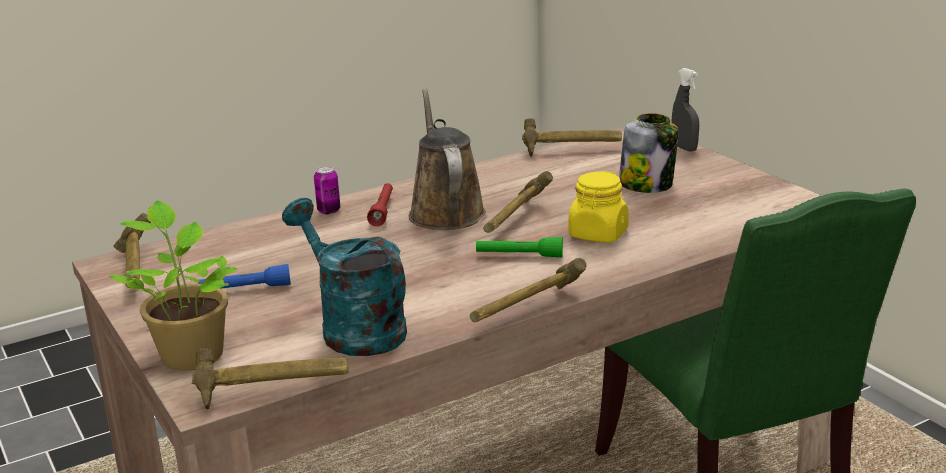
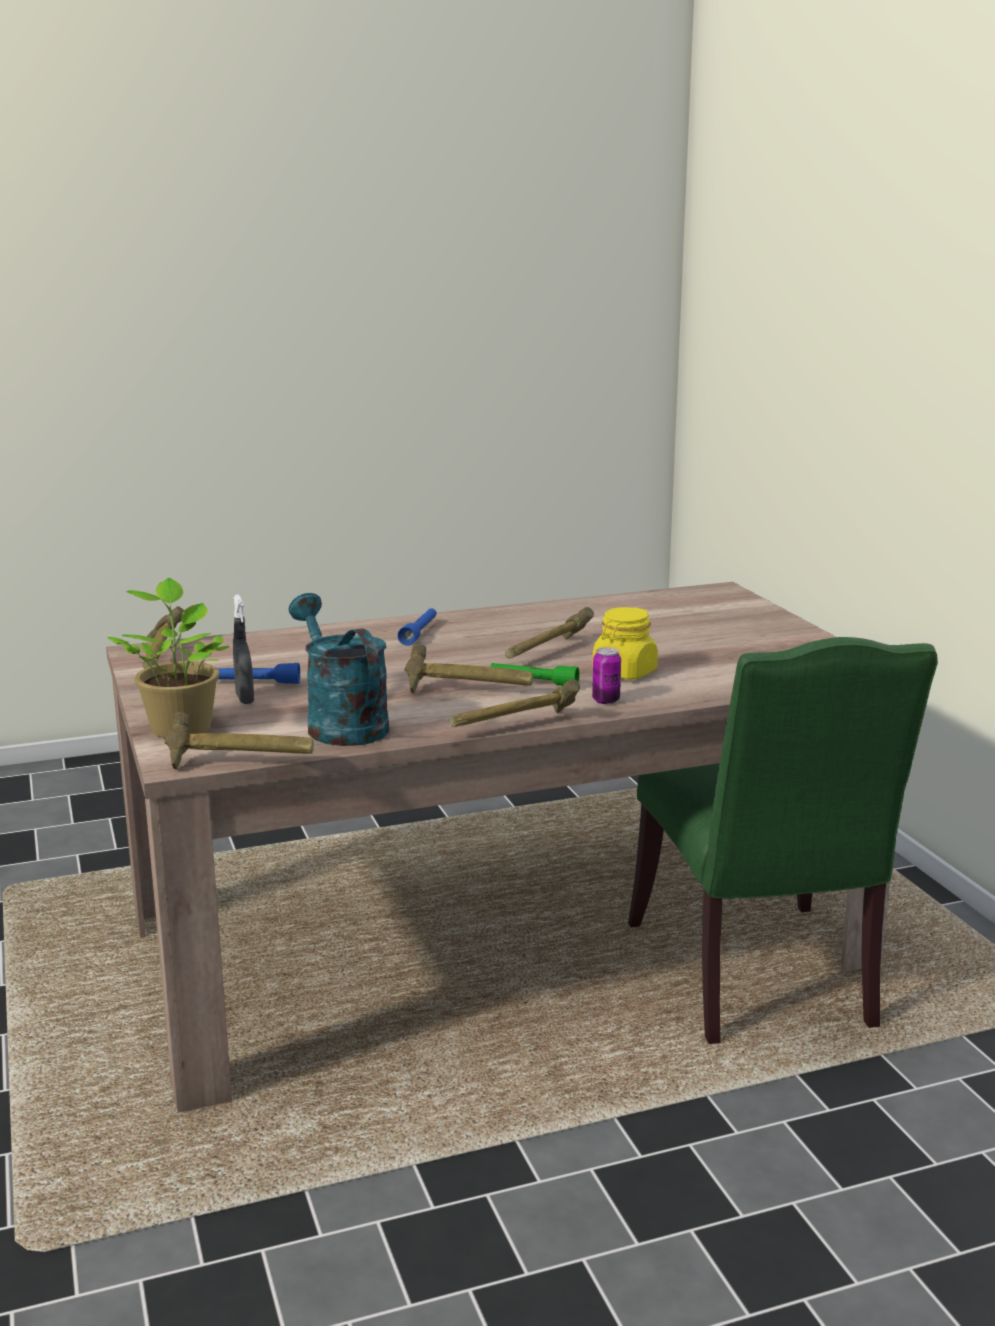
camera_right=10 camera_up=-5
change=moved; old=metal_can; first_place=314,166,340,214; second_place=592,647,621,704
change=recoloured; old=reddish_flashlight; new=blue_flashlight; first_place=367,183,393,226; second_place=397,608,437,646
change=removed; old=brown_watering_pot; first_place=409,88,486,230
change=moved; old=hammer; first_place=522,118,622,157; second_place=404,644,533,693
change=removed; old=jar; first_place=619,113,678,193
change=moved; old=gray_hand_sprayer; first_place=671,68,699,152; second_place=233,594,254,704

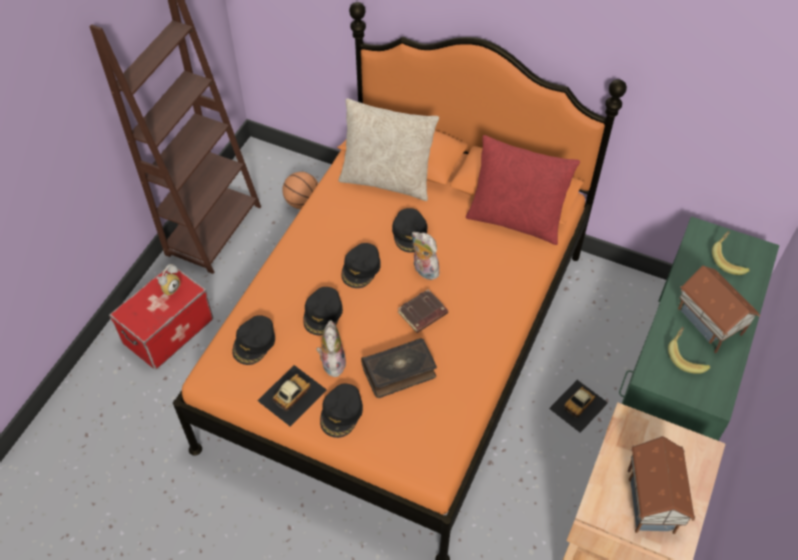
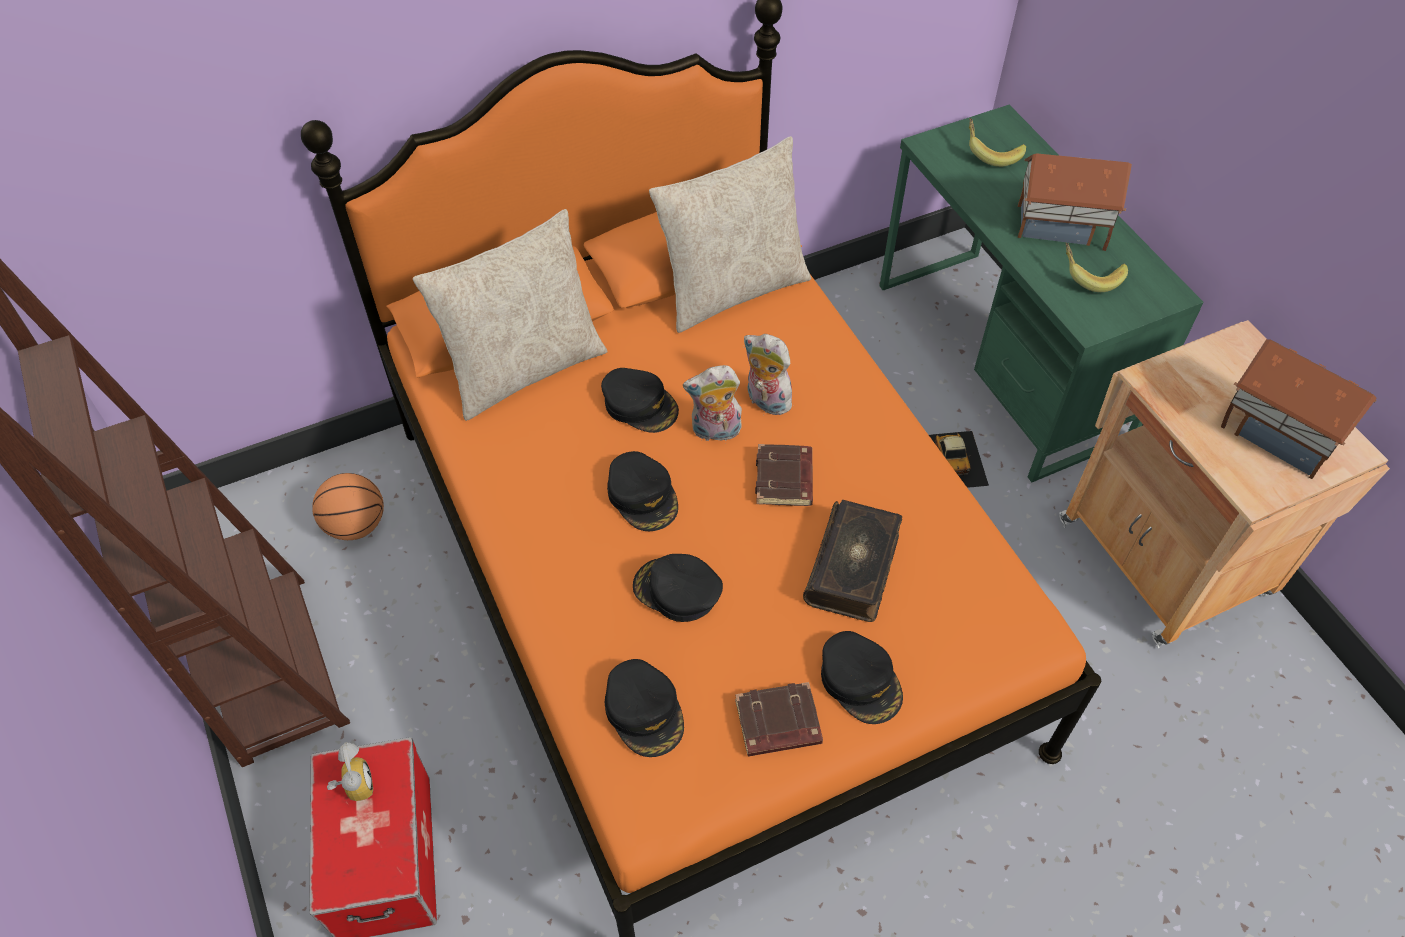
camera_right=-50 camera_up=0
change=replaced; old=model_car; new=brown_volume; first_place=257,365,327,426; second_place=735,682,823,756
change=turned; old=blackish_baseball_cap; first_place=303,287,343,335; second_place=633,554,723,622; degrees=150
change=moved; old=cuddly_toy; first_place=316,320,346,377; second_place=744,334,792,415
change=recoloured; old=reddish_throw_pillow; new=beige-coloured_throw_pillow; first_place=466,135,580,245; second_place=649,136,811,333

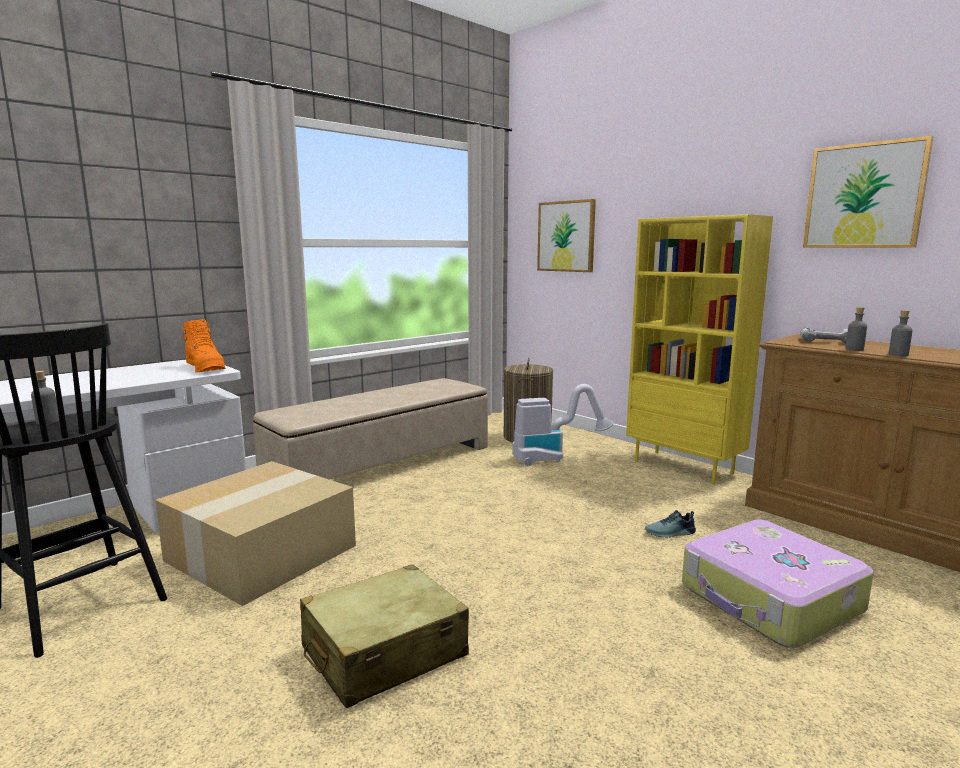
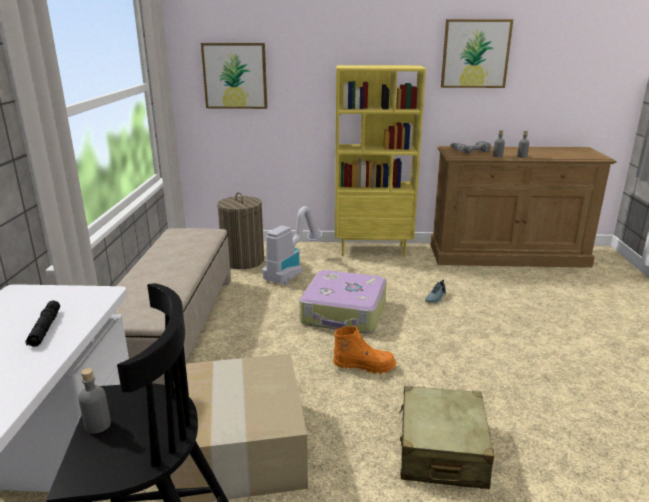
camera_right=-45 camera_up=10
change=moved; old=orange_high-top_boot; first_place=182,319,226,373; second_place=333,326,396,374
change=moved; old=suitcase; first_place=682,520,874,648; second_place=299,270,387,334
change=added; new=blackish_flashlight; second_place=25,300,60,347

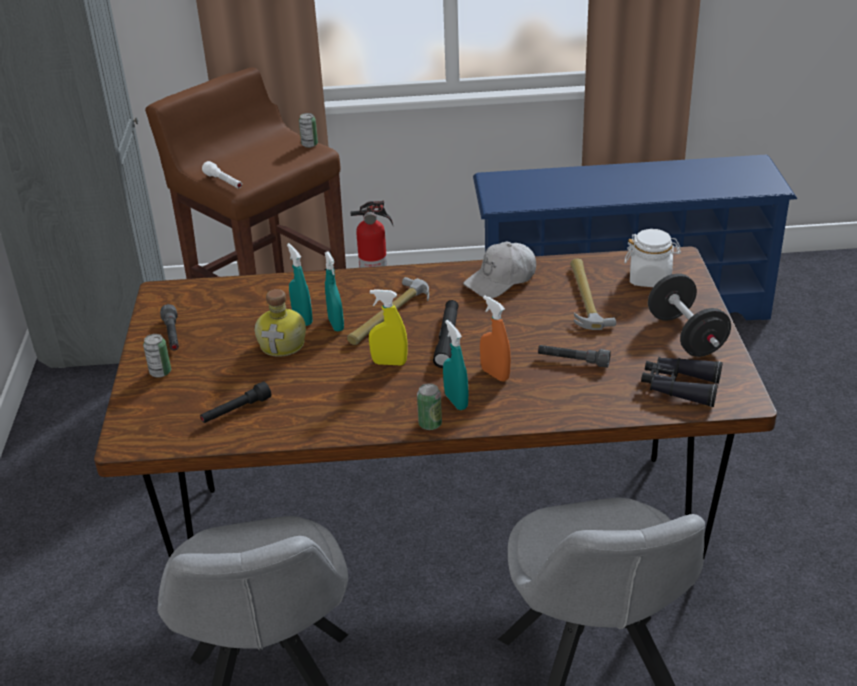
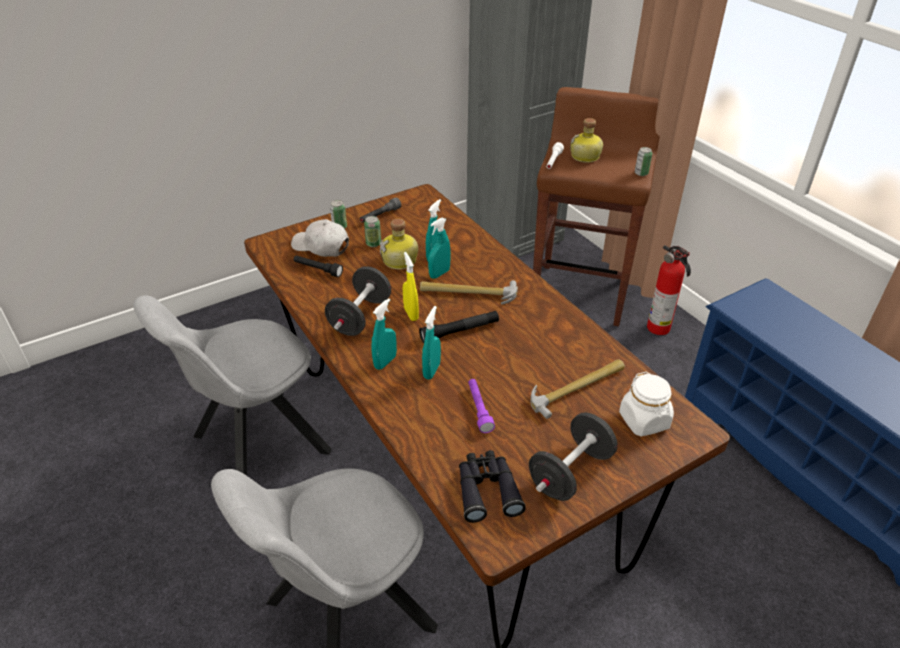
camera_right=60 camera_up=5
change=moved; old=metal_can; first_place=417,383,442,430; second_place=364,216,381,247
change=moved; old=white-coloured_baseball_cap; first_place=463,242,536,298; second_place=291,219,349,257
change=recoloured; old=orange_hand_sprayer; new=turquoise-coloured_hand_sprayer; first_place=480,296,511,382; second_place=422,306,441,380
change=recoloured; old=gray_flashlight; new=purplish_flashlight; first_place=538,345,611,368; second_place=468,379,495,433
change=added; new=blackish_hand_weight; second_place=325,266,391,336
change=added; new=beverage_bottle; second_place=570,118,603,163

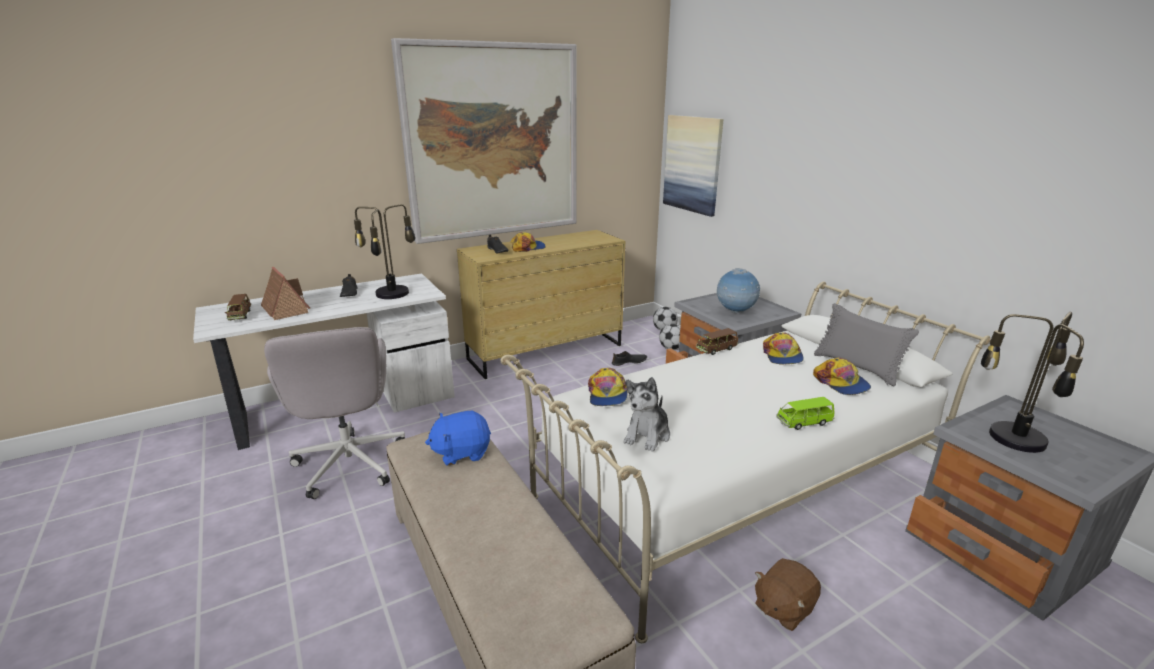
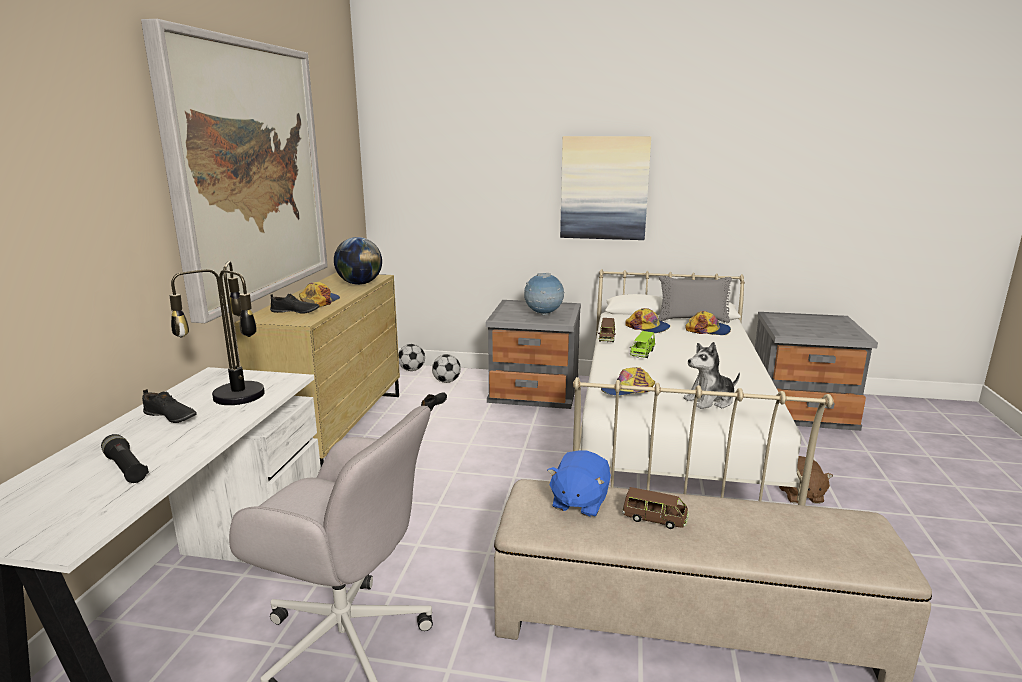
camera_right=-50 camera_up=-5
change=moved; old=brown_model_car; first_place=225,294,251,320; second_place=622,487,689,529
change=replaced; old=toy_house; new=blackish_flashlight; first_place=261,267,310,320; second_place=101,434,149,483
change=turned; old=baseball_cap; first_place=588,368,628,406; second_place=601,367,655,396; degrees=120
change=turned; old=cuddly_toy; first_place=624,377,670,452; second_place=684,342,740,409; degrees=90
change=moved; old=wall_art; first_place=663,115,723,217; second_place=560,136,651,240
change=moved; old=green-coloured_model_car; first_place=776,397,834,430; second_place=630,331,656,358
change=removed; old=lamp_for_a_table; first_place=981,312,1084,453
change=added; new=globe; second_place=334,237,382,285

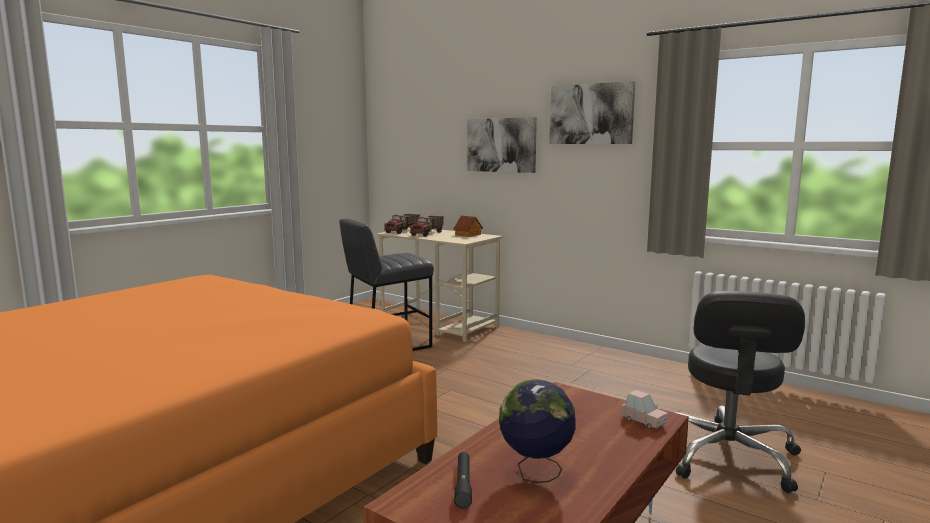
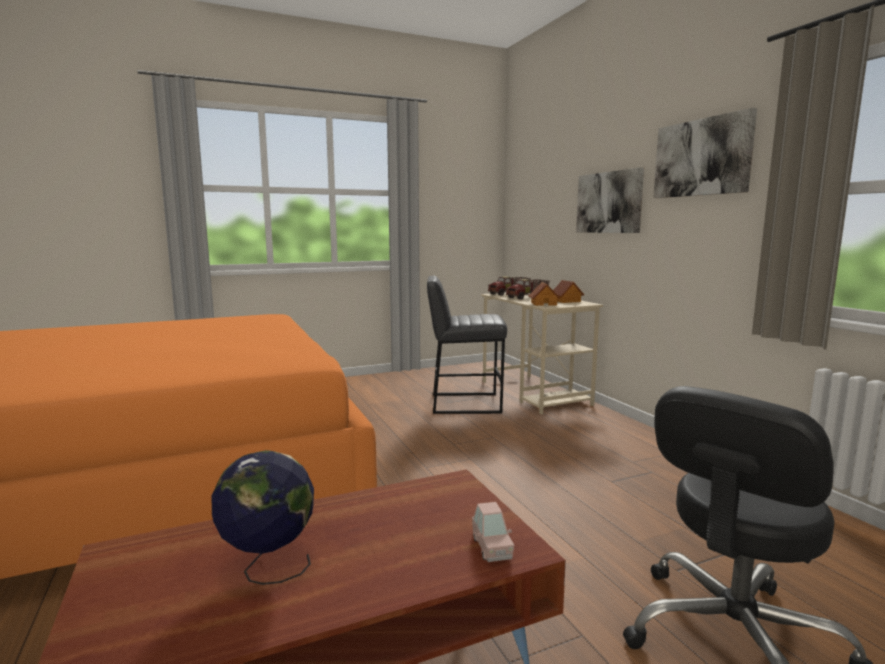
camera_right=30 camera_up=0
change=removed; old=blackish_flashlight; first_place=454,452,472,508
change=added; new=toy_house; second_place=528,282,560,306

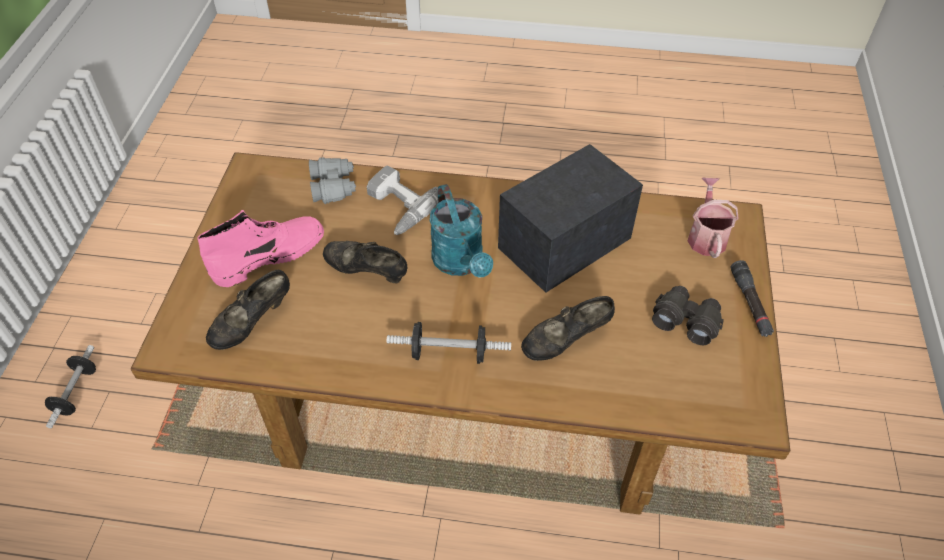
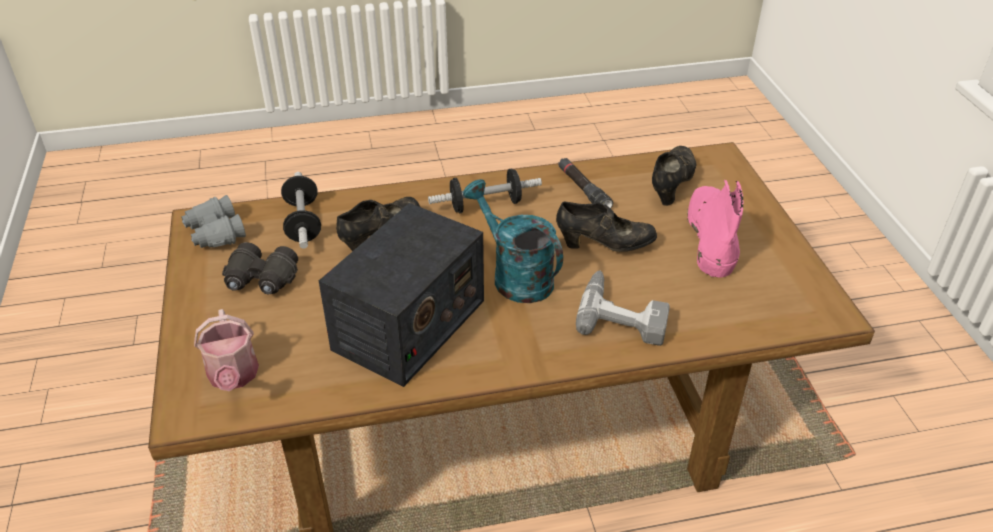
camera_right=160 camera_up=-10
change=moved; old=hand_weight; first_place=45,345,96,428; second_place=281,172,321,249
change=turned; old=pinkish_high-top_boot; first_place=197,210,324,287; second_place=687,180,743,277; degrees=150
change=moved; old=gray_binoculars; first_place=309,157,356,204; second_place=182,195,246,248
change=moved; old=blackish_flashlight; first_place=731,260,774,337; second_place=558,158,613,209

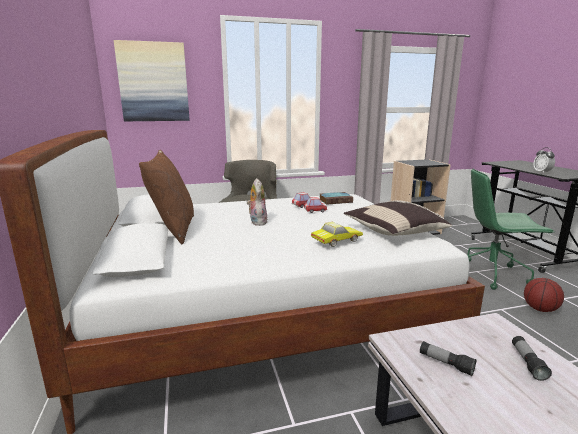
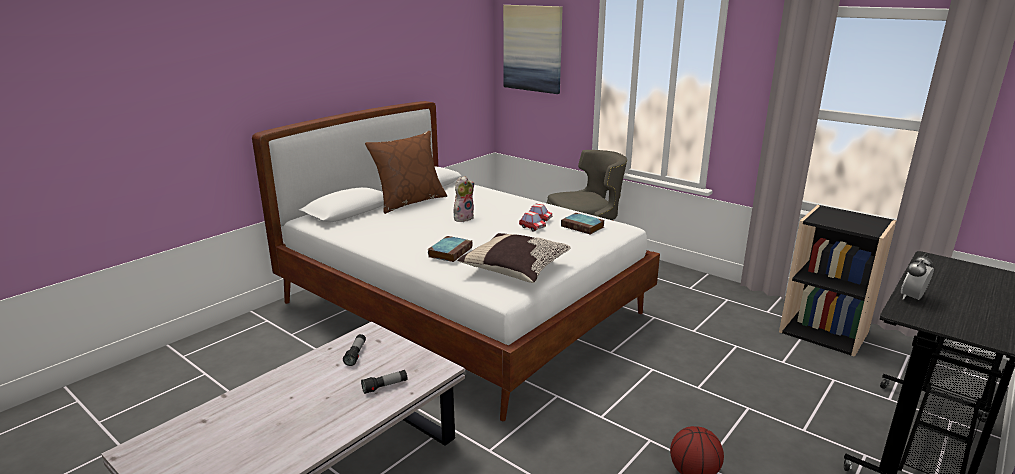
camera_right=55 camera_up=5
change=replaced; old=model_car; new=volume; first_place=311,222,363,247; second_place=428,236,472,262
change=removed; old=green-coloured_desk_chair; first_place=467,169,554,290

